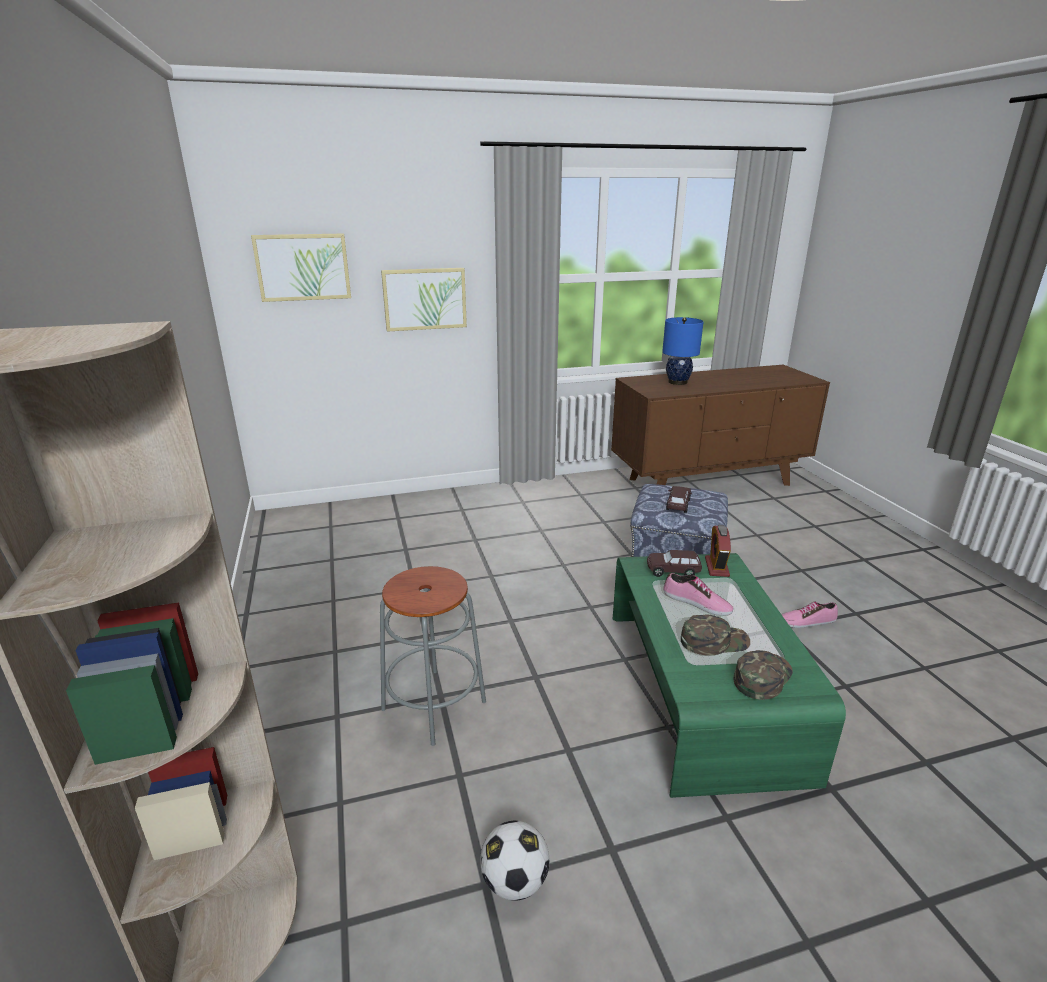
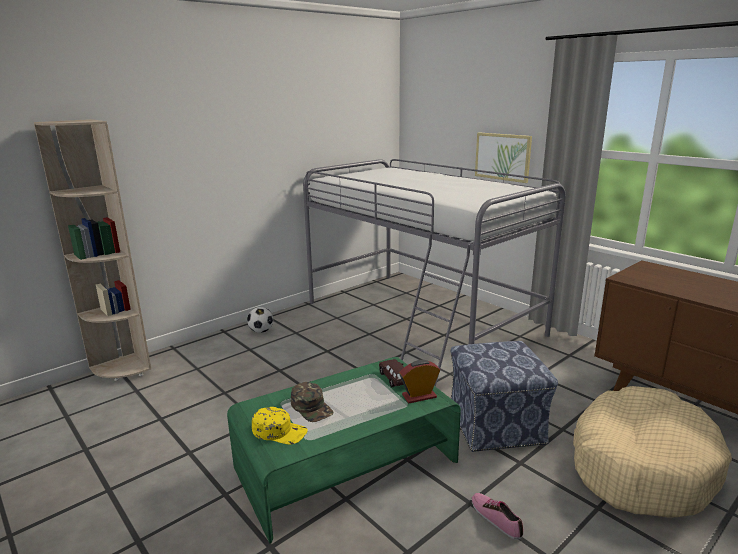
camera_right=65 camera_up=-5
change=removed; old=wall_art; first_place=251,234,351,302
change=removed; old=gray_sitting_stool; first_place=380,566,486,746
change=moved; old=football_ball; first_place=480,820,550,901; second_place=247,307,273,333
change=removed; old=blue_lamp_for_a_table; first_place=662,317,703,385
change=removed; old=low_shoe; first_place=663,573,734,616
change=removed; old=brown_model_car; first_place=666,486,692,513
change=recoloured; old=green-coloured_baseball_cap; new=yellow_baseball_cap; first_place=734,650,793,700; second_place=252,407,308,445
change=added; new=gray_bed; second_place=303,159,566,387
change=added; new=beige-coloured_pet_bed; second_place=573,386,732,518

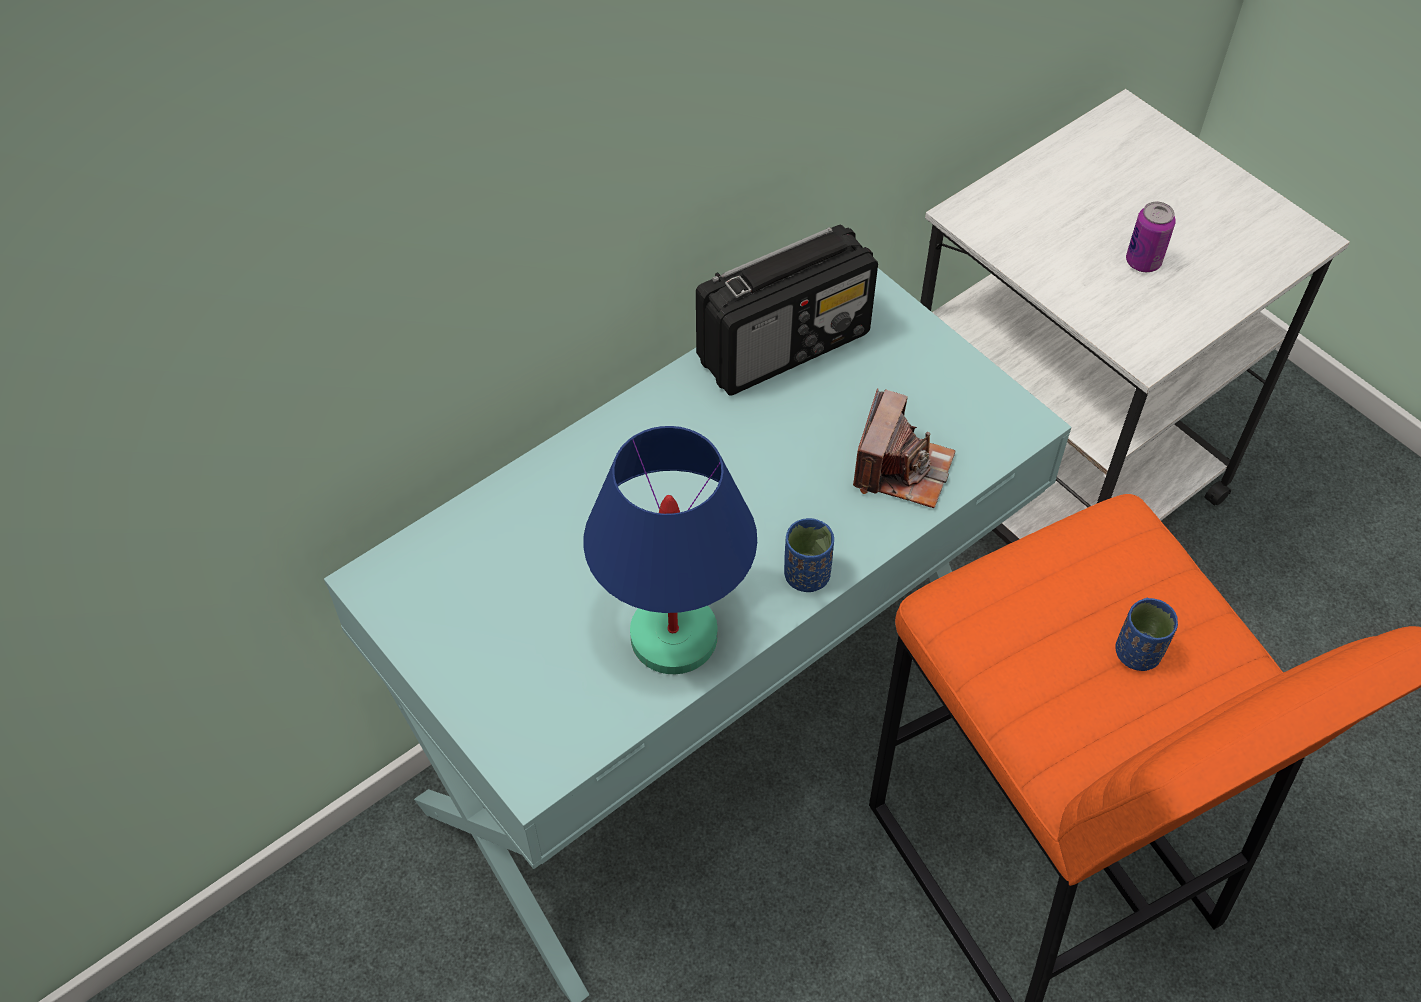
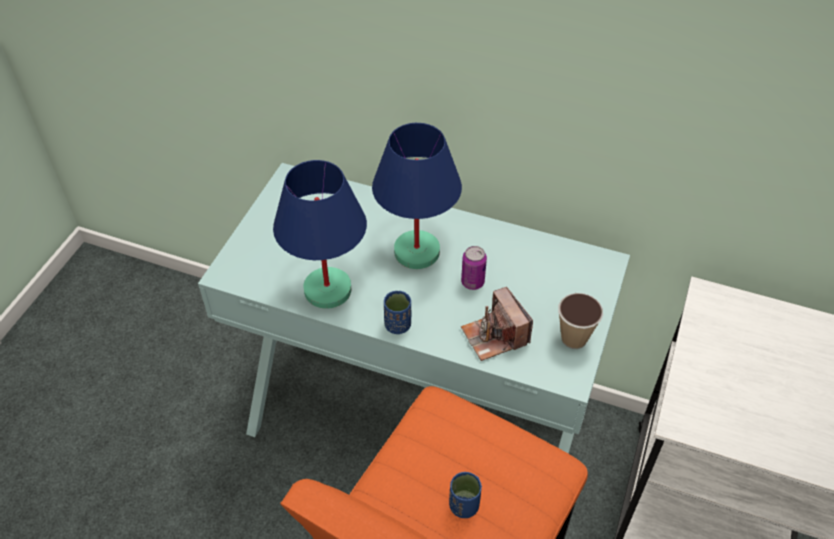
camera_right=60 camera_up=-5
change=removed; old=radio; first_place=696,225,878,396
change=turned; old=still_camera; first_place=853,389,956,508; second_place=461,287,533,361; degrees=75
change=moved; old=metal_can; first_place=1126,202,1176,272; second_place=461,246,487,290
change=added; new=blue_lamp_for_a_table; second_place=372,123,462,269
change=added; new=drinking_cup; second_place=558,293,603,349

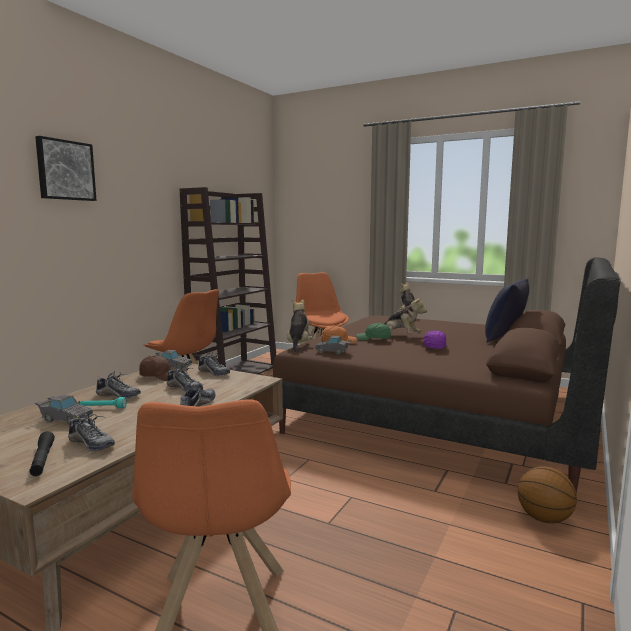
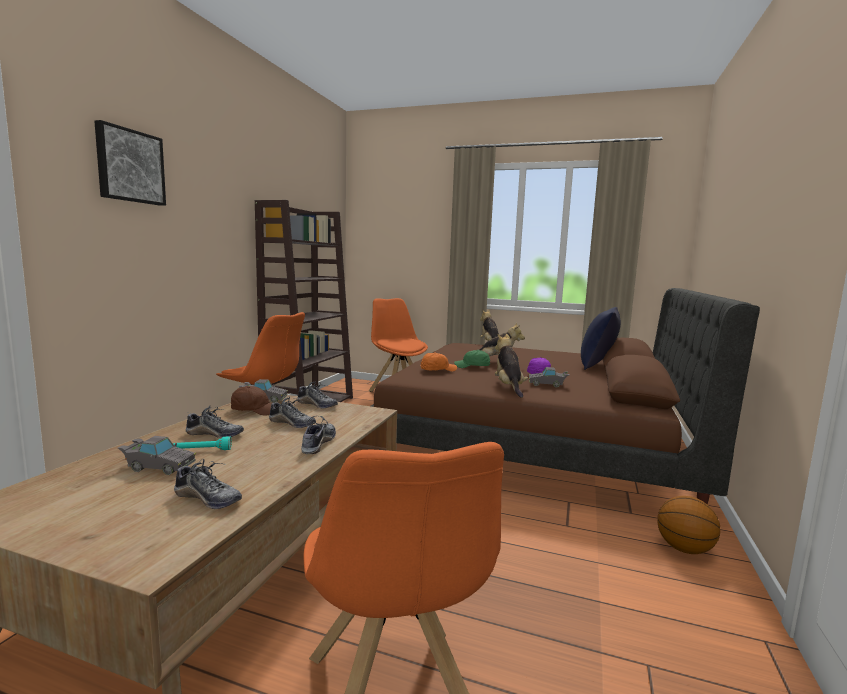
camera_right=-10 camera_up=0
change=removed; old=blackish_flashlight; first_place=29,431,55,476
change=moved; old=cuddly_toy; first_place=287,299,313,353; second_place=495,334,528,398
change=moved; old=gray_model_car; first_place=315,336,352,355; second_place=529,367,569,388

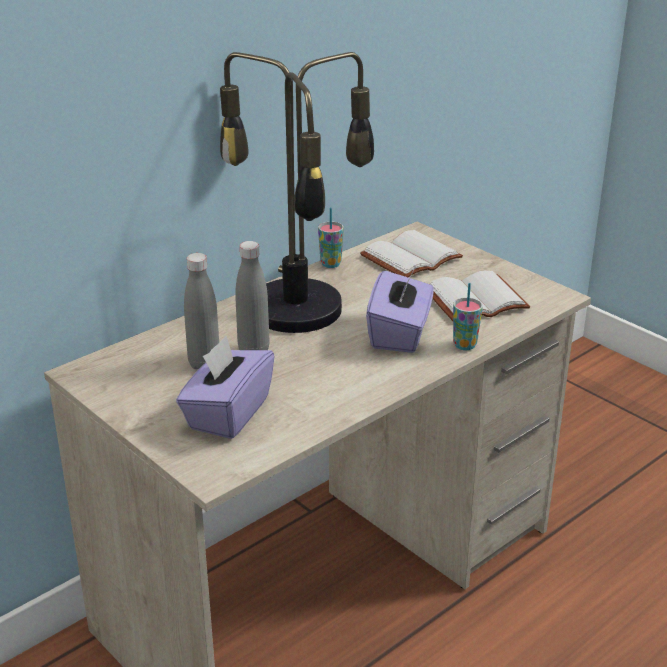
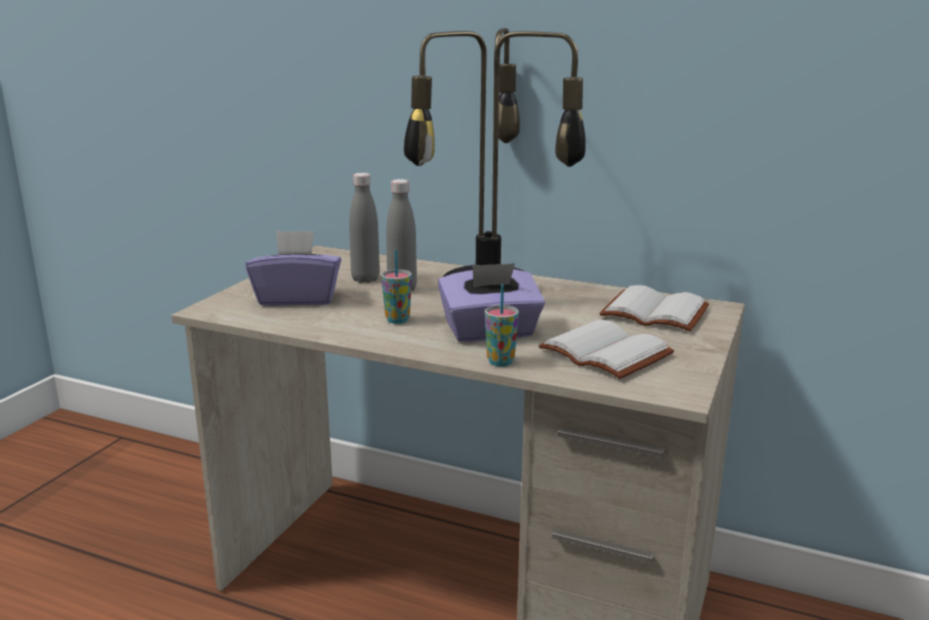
camera_right=65 camera_up=-10
change=moved; old=drinking_cup; first_place=318,207,344,268; second_place=381,250,412,324

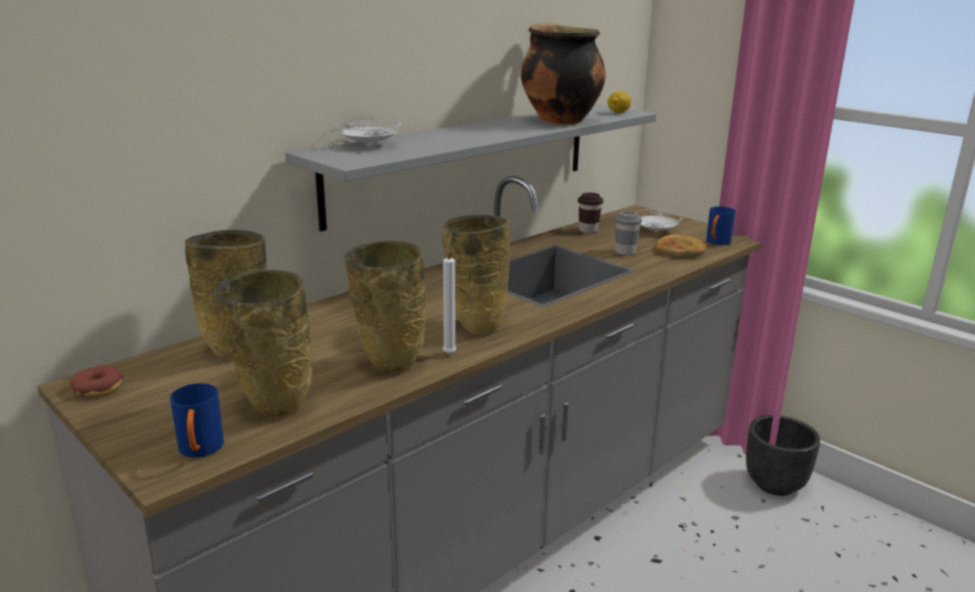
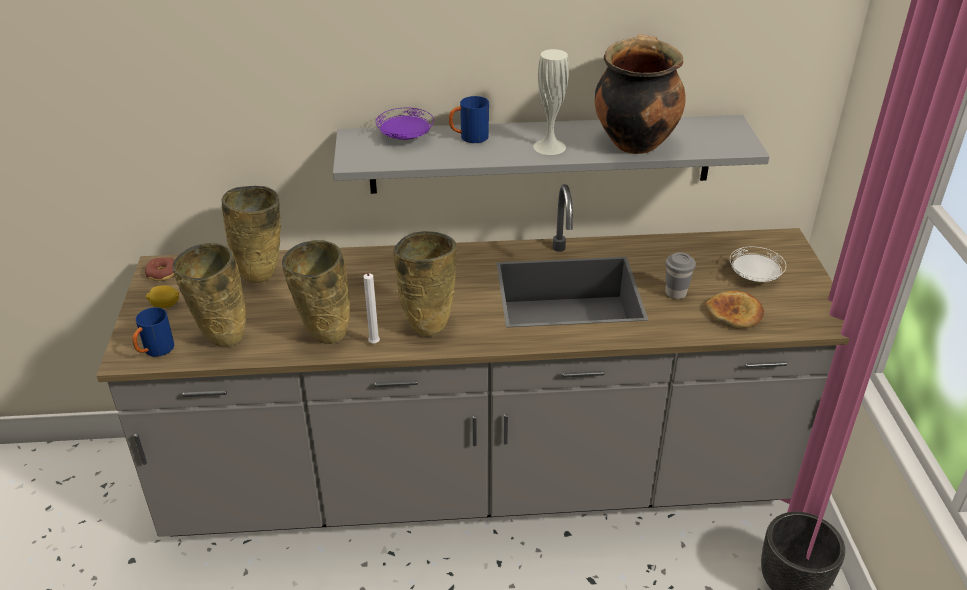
camera_right=40 camera_up=15
change=recoloured; old=white-coloured_plate; new=purplish_plate; first_place=335,118,401,146; second_place=376,108,434,140
change=removed; old=brown_drinking_cup; first_place=578,192,603,233
change=moved; old=lemon; first_place=608,91,631,113; second_place=146,285,179,308
change=moved; old=blue_tea_mug; first_place=706,206,736,245; second_place=449,96,489,143
change=added; new=white-coloured_flower_vase; second_place=533,49,569,155

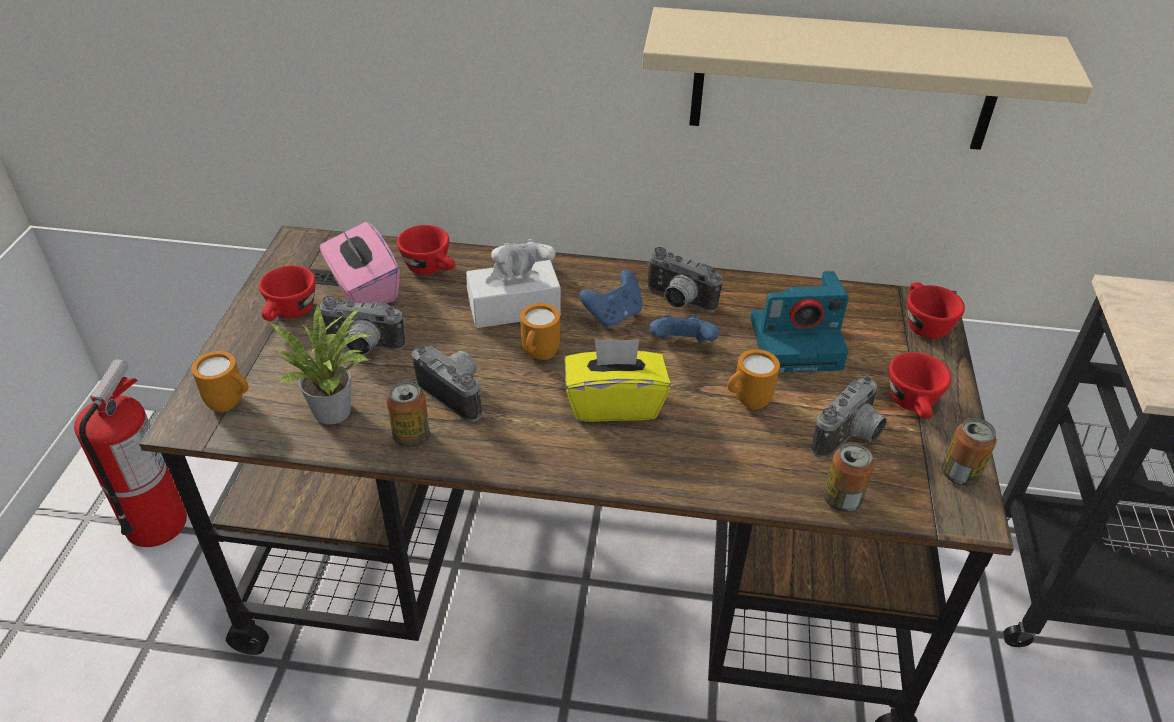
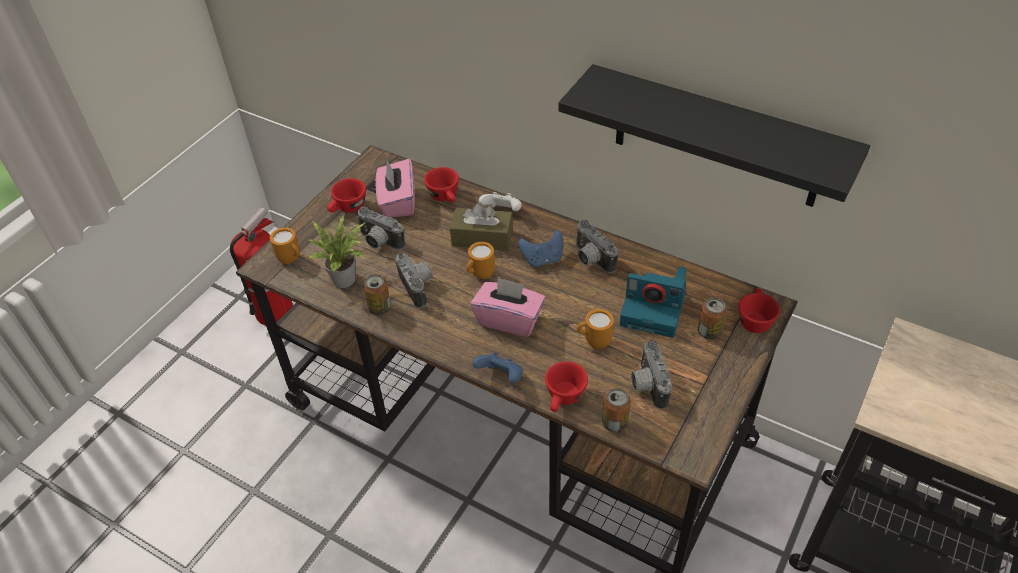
camera_right=25 camera_up=5
change=recoloured; old=white-coloured_tissue_holder; new=brown_tissue_holder; first_place=466,250,561,328; second_place=450,203,513,251
change=recoloured; old=yellow_tissue_holder; new=pinkish_tissue_holder; first_place=565,338,671,422; second_place=471,277,545,337
change=recoloured; old=beige-coloured_wall_shelf; new=blackish_wall_shelf; first_place=642,7,1093,150; second_place=558,64,870,207
change=moved; old=blue_game_controller; first_place=649,314,719,342; second_place=472,352,523,383
change=turned; old=still_camera; first_place=811,376,887,458; second_place=631,340,672,409; degrees=105
change=moved; old=reddish_drinking_cup; first_place=889,352,951,419; second_place=545,361,588,412
change=moved; old=metal_can; first_place=942,418,996,486; second_place=698,298,727,340

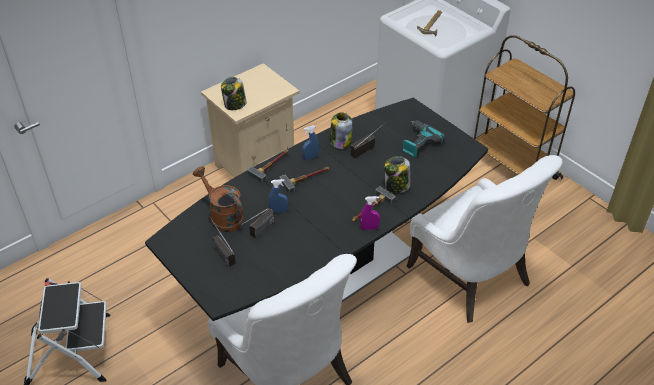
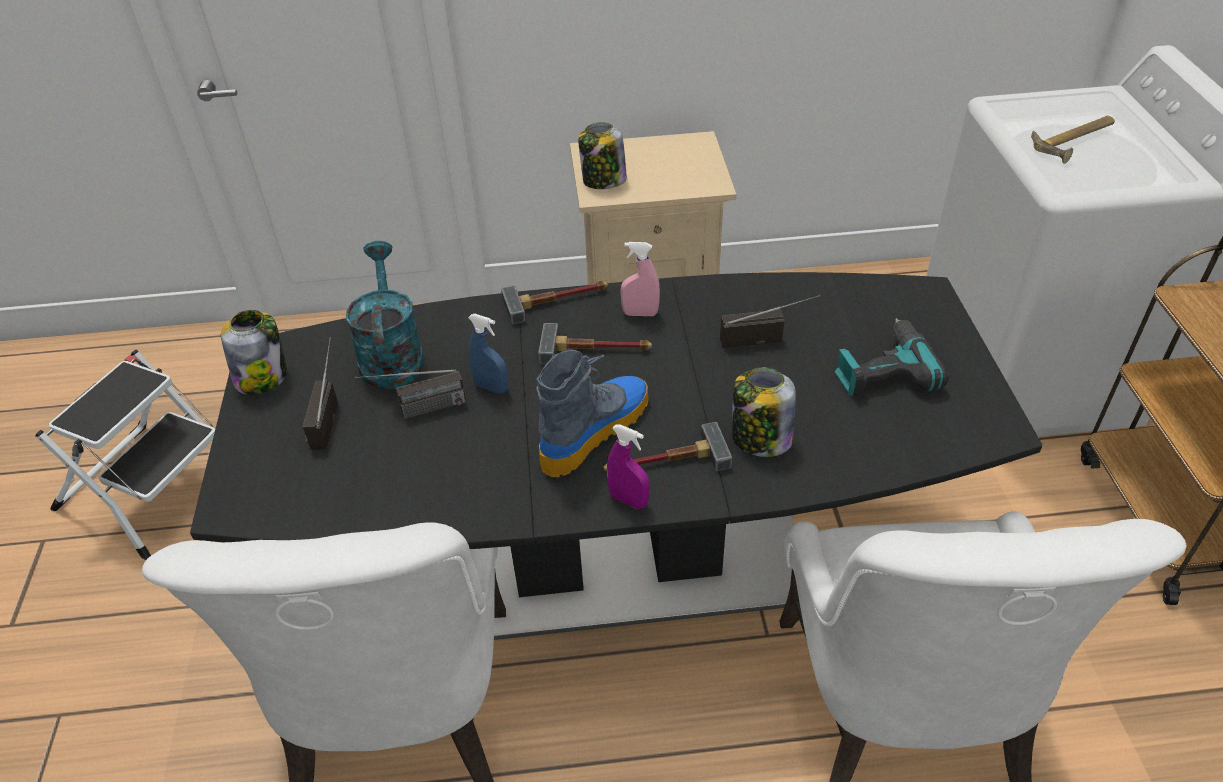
camera_right=35 camera_up=0
change=recoloured; old=brown_watering_pot; new=turquoise-coloured_watering_pot; first_place=193,166,244,232; second_place=346,241,424,389
change=recoloured; old=blue_hand_sprayer; new=pinkish_hand_sprayer; first_place=302,125,319,160; second_place=620,242,660,316
change=moved; old=jar; first_place=330,112,353,149; second_place=221,310,287,395
change=added; new=high-top_boot; second_place=536,349,649,477

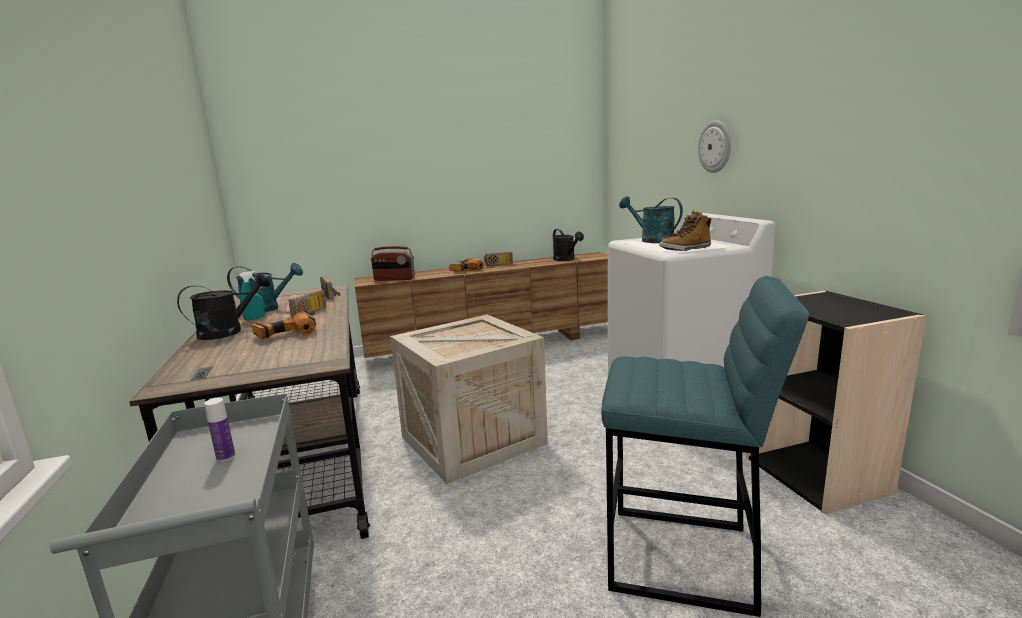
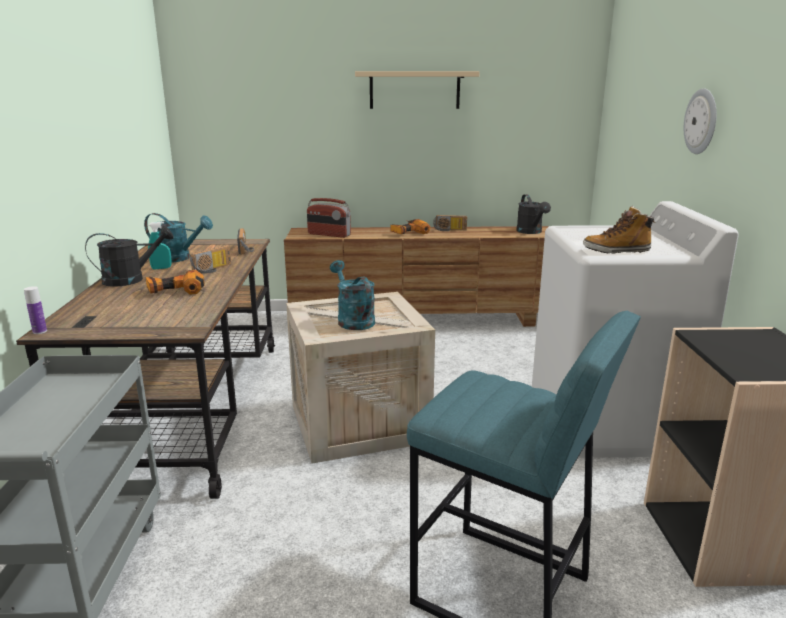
camera_right=15 camera_up=5
change=moved; old=beverage_bottle; first_place=204,398,235,462; second_place=24,286,47,334
change=moved; old=turquoise-coloured_watering_pot; first_place=619,196,683,243; second_place=330,260,375,330
change=added; new=beige-coloured_wall_shelf; second_place=355,71,480,109

